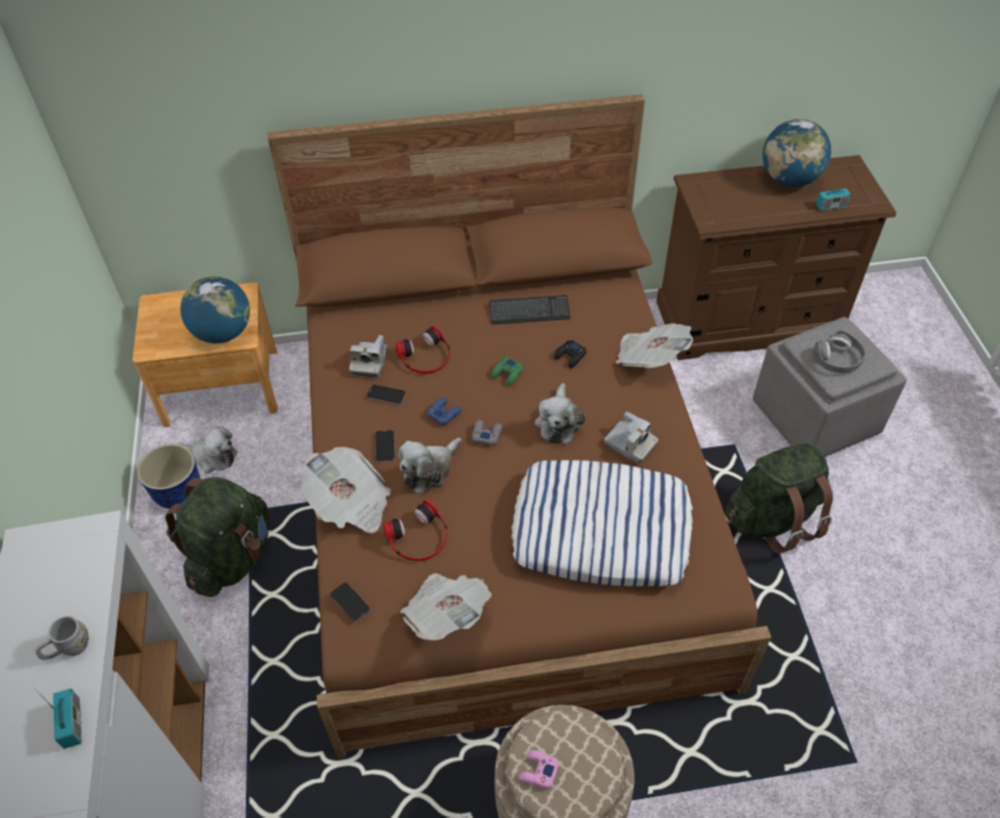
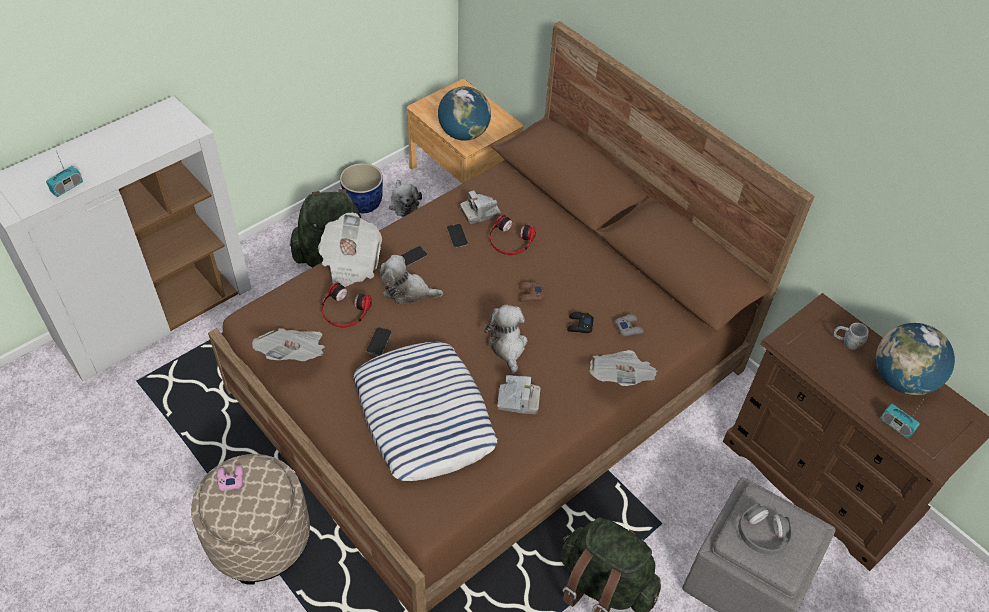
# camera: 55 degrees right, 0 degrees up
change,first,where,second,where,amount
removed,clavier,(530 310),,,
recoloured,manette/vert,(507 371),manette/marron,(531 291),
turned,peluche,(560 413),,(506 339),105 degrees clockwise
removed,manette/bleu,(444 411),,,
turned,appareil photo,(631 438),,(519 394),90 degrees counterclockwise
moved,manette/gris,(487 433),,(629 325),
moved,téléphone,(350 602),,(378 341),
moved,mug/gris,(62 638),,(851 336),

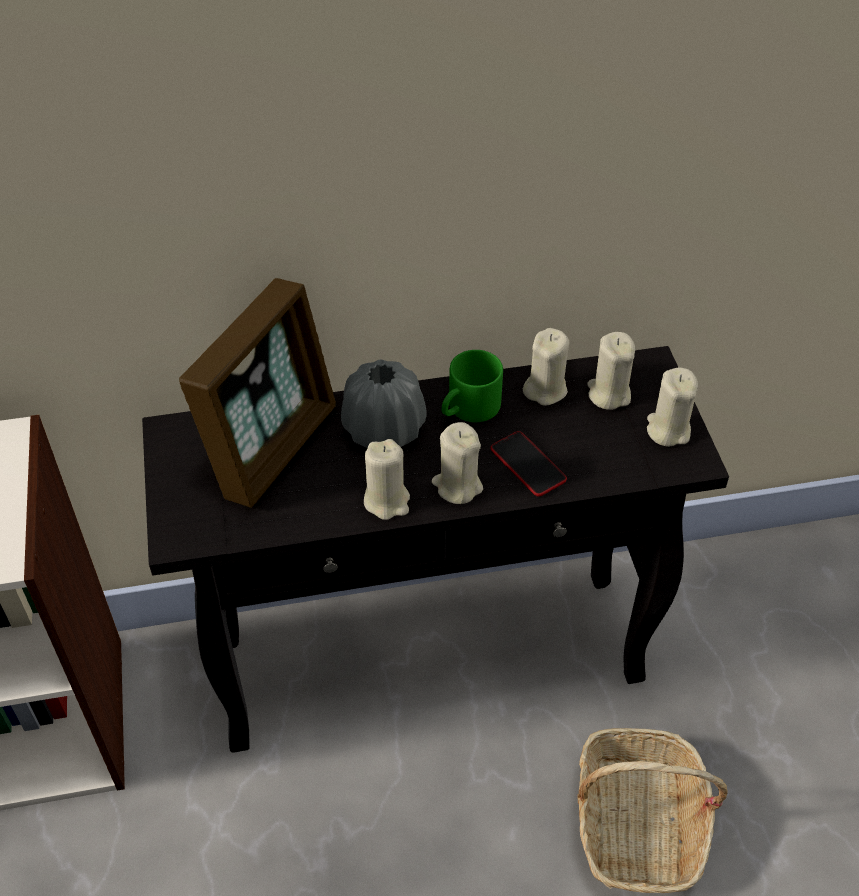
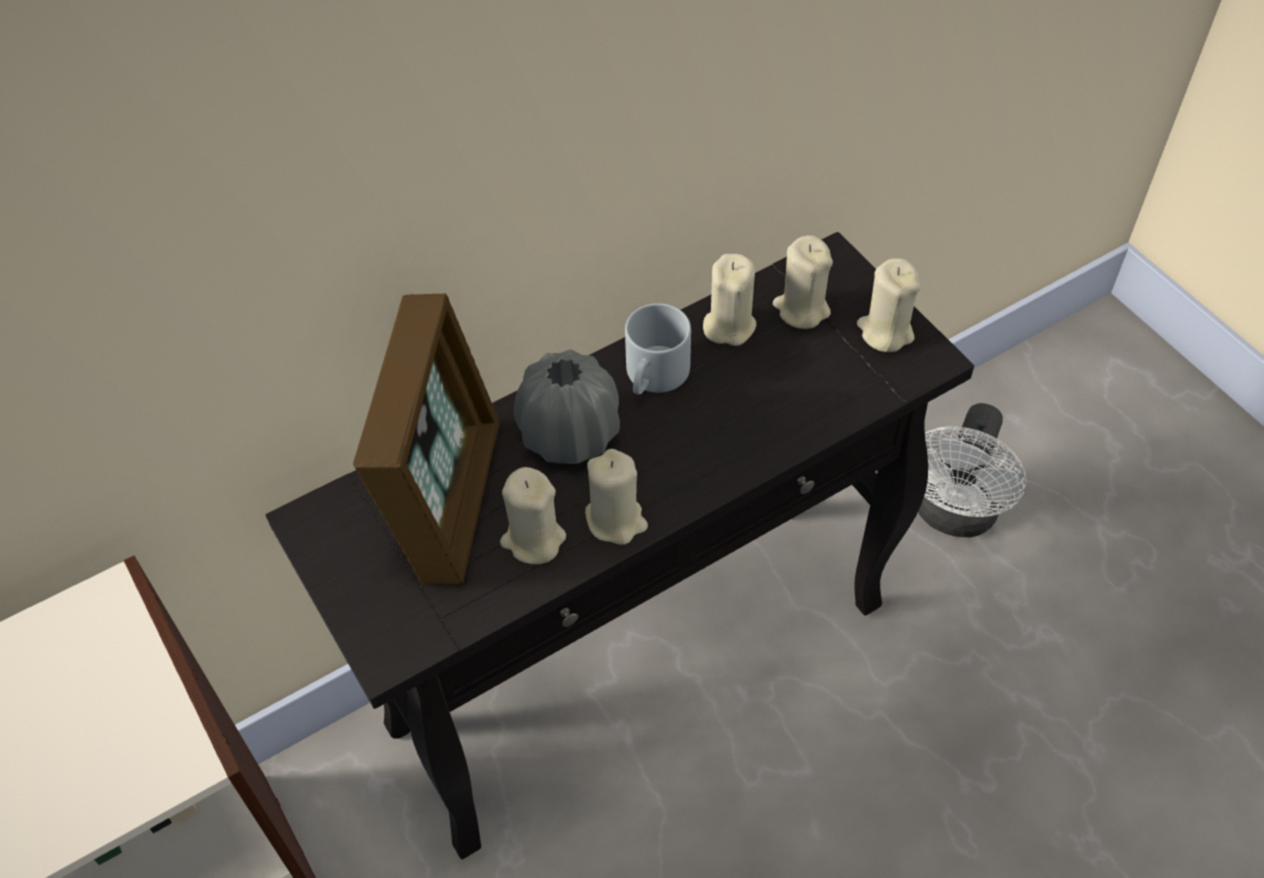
# camera: 20 degrees left, 5 degrees up
change,first,where,second,where,amount
recoloured,mug/vert,(472 386),mug/gris,(658 349),
moved,bougie/beige,(457 463),,(533 515),
removed,téléphone,(528 464),,,
removed,panier,(652 810),,,
added,,,ventilateur/blanc,(972 470),

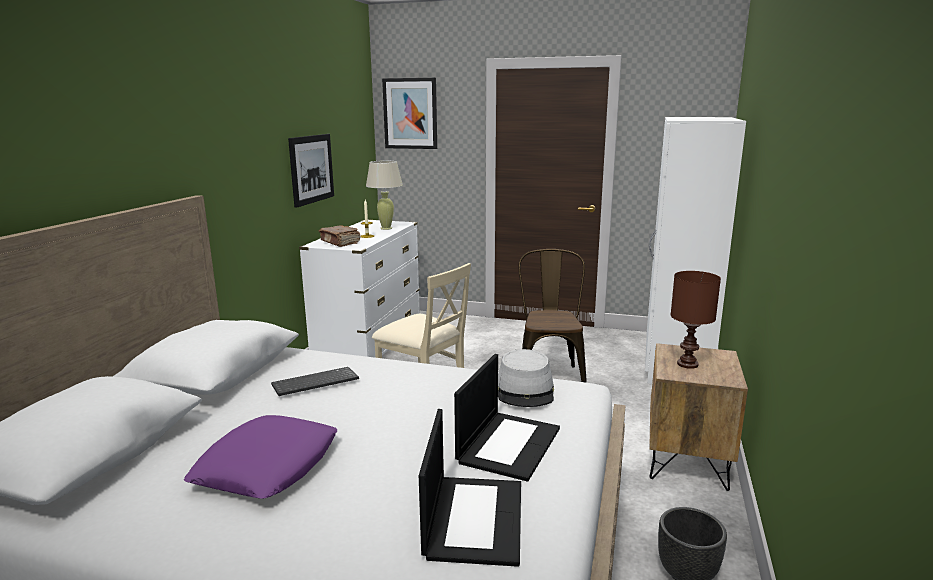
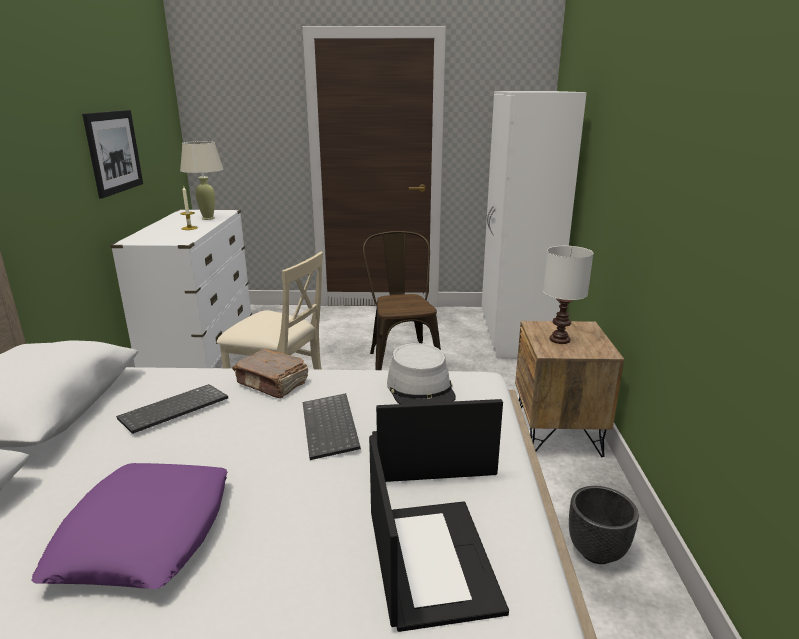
# camera: 15 degrees left, 5 degrees up
change,first,where,second,where,amount
removed,tableau,(409 113),,,
moved,livre/marron,(340 236),,(270 373),
recoloured,lampe de table/marron,(695 320),lampe de table/blanc,(568 295),
turned,ordinateur portable,(507 418),,(437 440),105 degrees counterclockwise
added,,,clavier,(332 426),

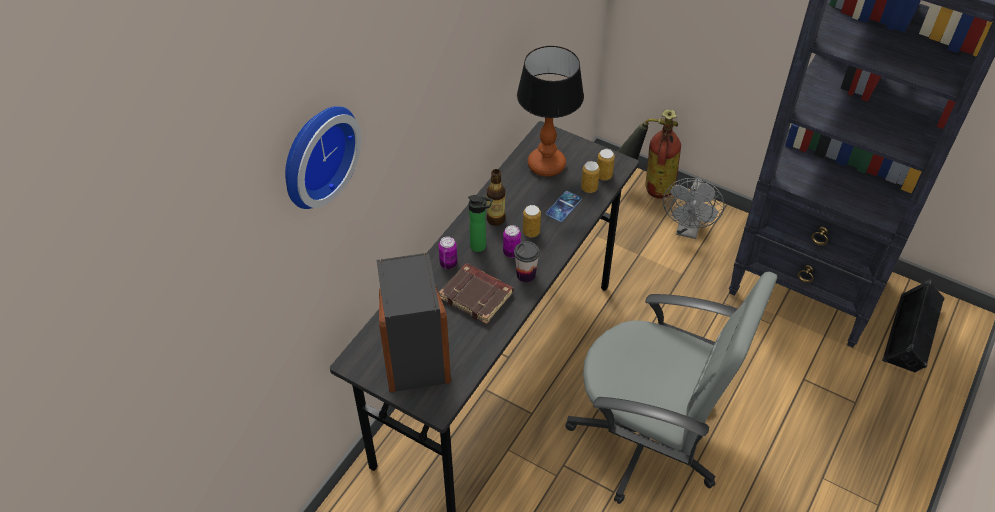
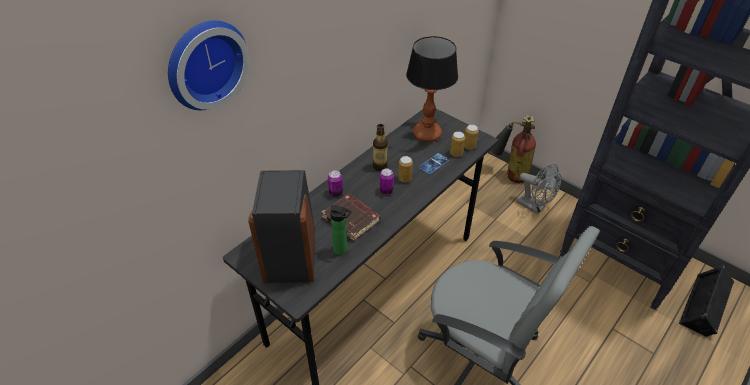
# camera: 10 degrees right, 5 degrees down
change,first,where,second,where,amount
turned,ventilateur/gris,(693 208),,(538 189),75 degrees counterclockwise
moved,bouteille,(480 223),,(340 230),
removed,tasse,(527 261),,,

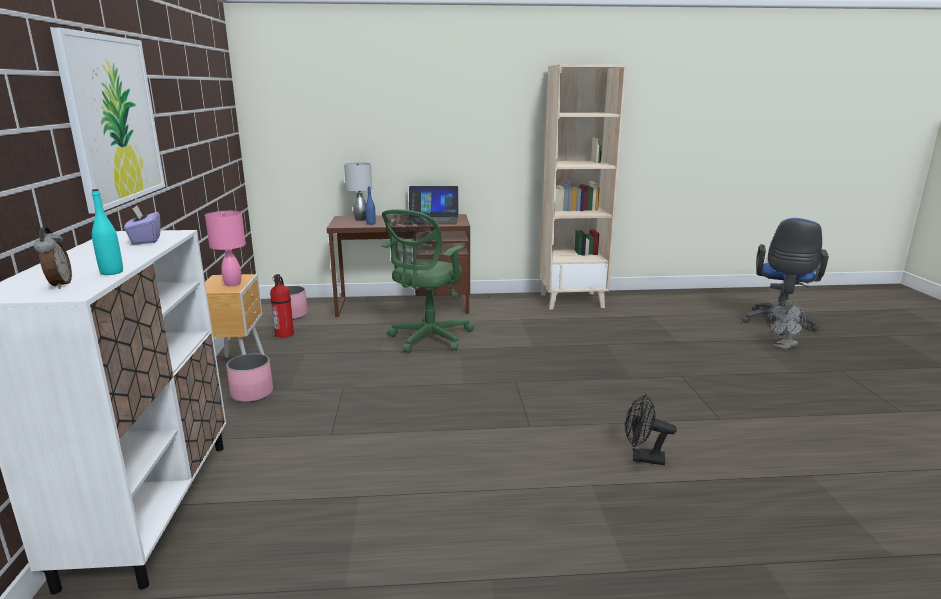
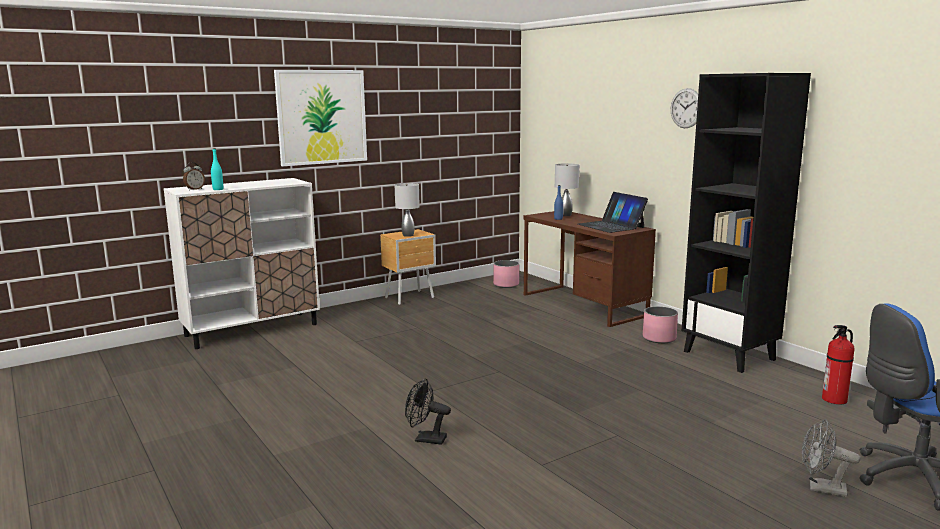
# camera: 60 degrees right, 5 degrees down
change,first,where,second,where,amount
recoloured,bibliothèque/beige,(583 186),bibliothèque/noir,(746 223),
removed,boîte à mouchoirs/violet,(142 224),,,
removed,chaise de bureau/vert,(428 281),,,
recoloured,lampe de table/rose,(225 248),lampe de table/gris,(407 210),
moved,extincteur,(282 306),,(838 364),
moved,cache-pot/rose,(249 378),,(660 324),
turned,ventilateur/noir,(651 429),,(428 411),60 degrees counterclockwise
added,,,horloge murale,(684 108),

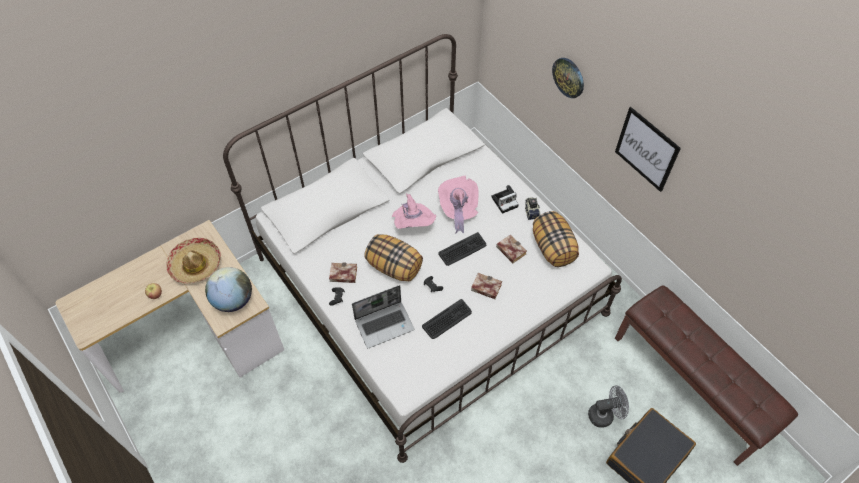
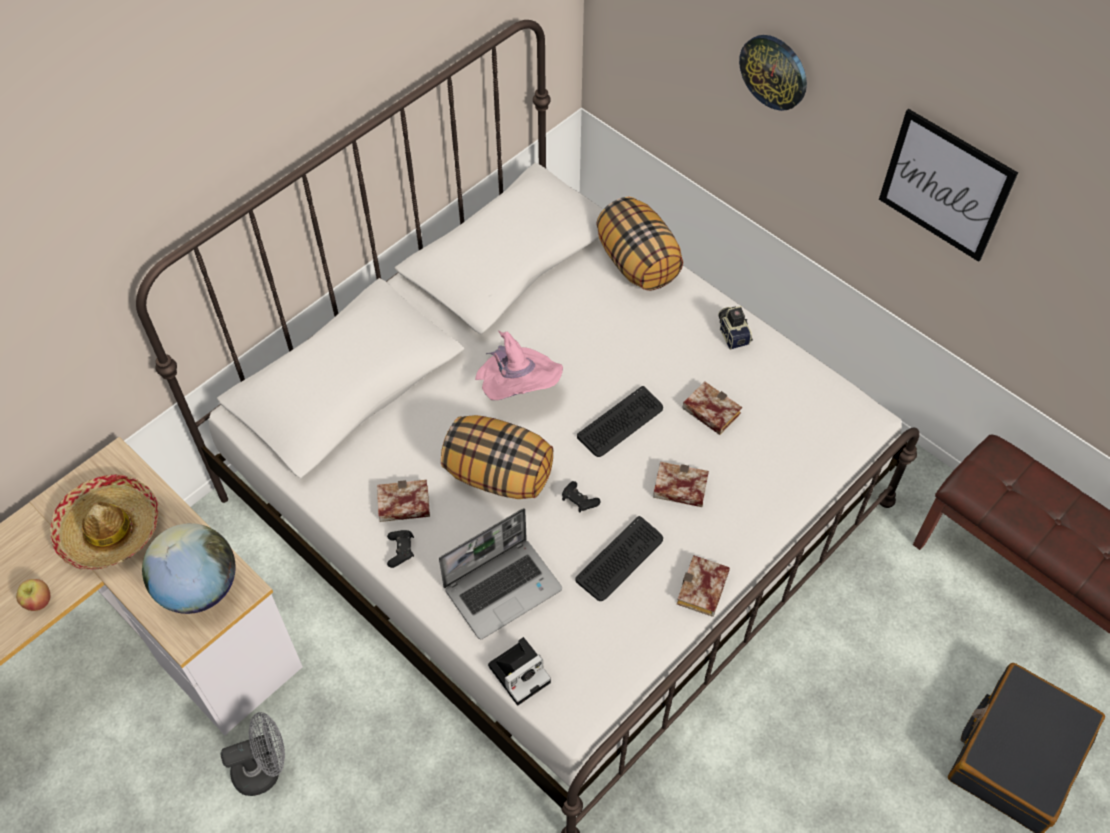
# camera: 10 degrees left, 0 degrees up
change,first,where,second,where,amount
removed,chapeau/rose,(458 205),,,
moved,appareil photo,(505 199),,(519 671),
moved,coussin,(556 239),,(639 244),
moved,ventilateur/gris,(608 406),,(252 754),
added,,,livre,(703 586),

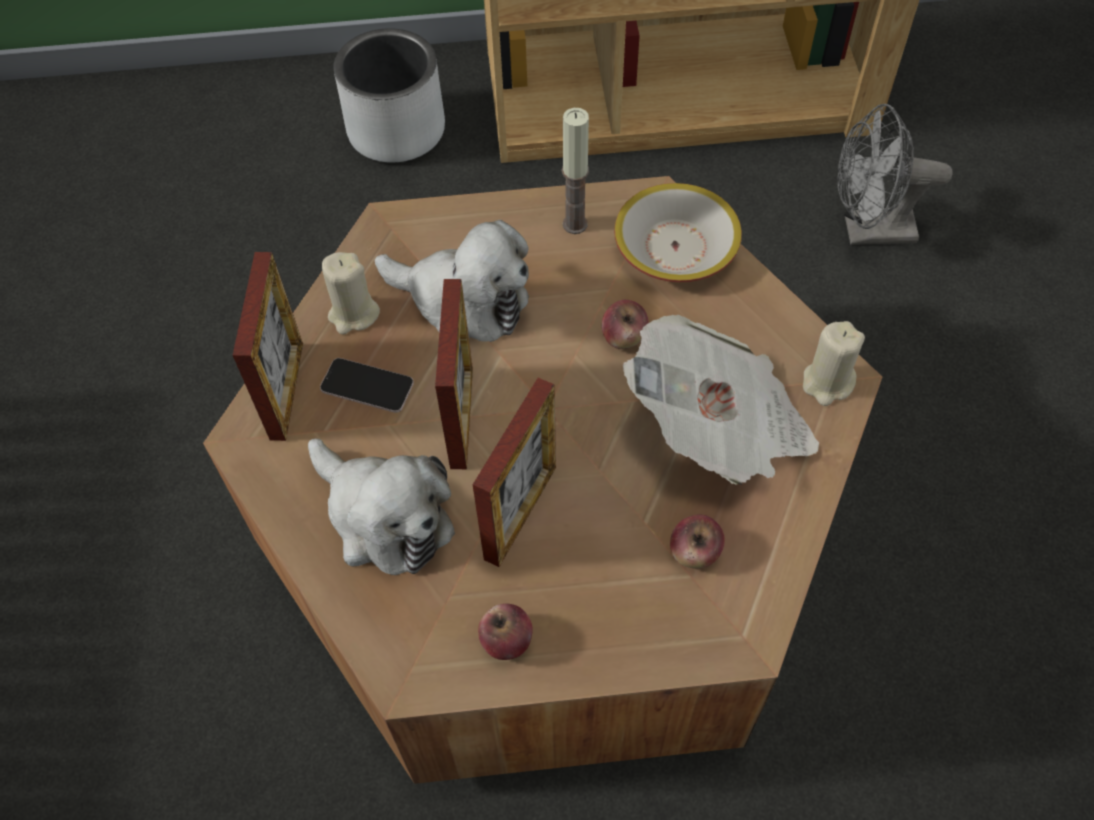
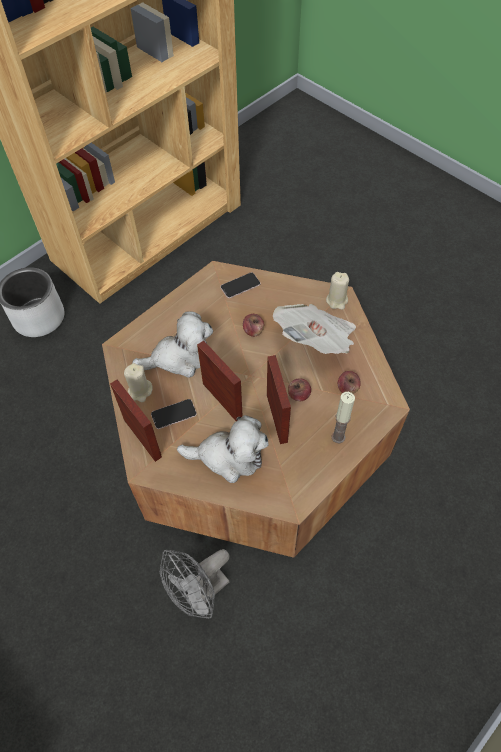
# camera: 40 degrees left, 0 degrees up
change,first,where,second,where,amount
moved,ventilateur/gris,(895 174),,(195 584),
moved,bougie,(575 171),,(343 417),
replaced,bol,(678 232),téléphone,(240 285),
moved,pomme,(505 631),,(299 389),

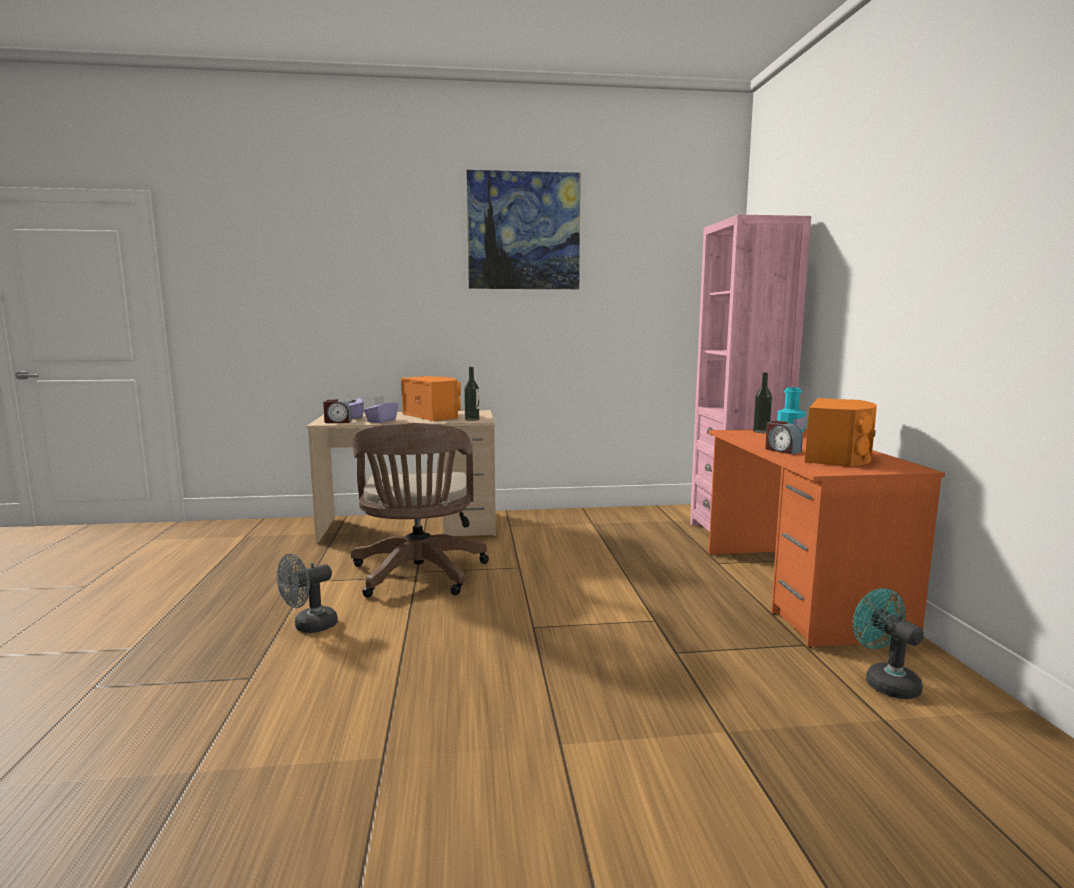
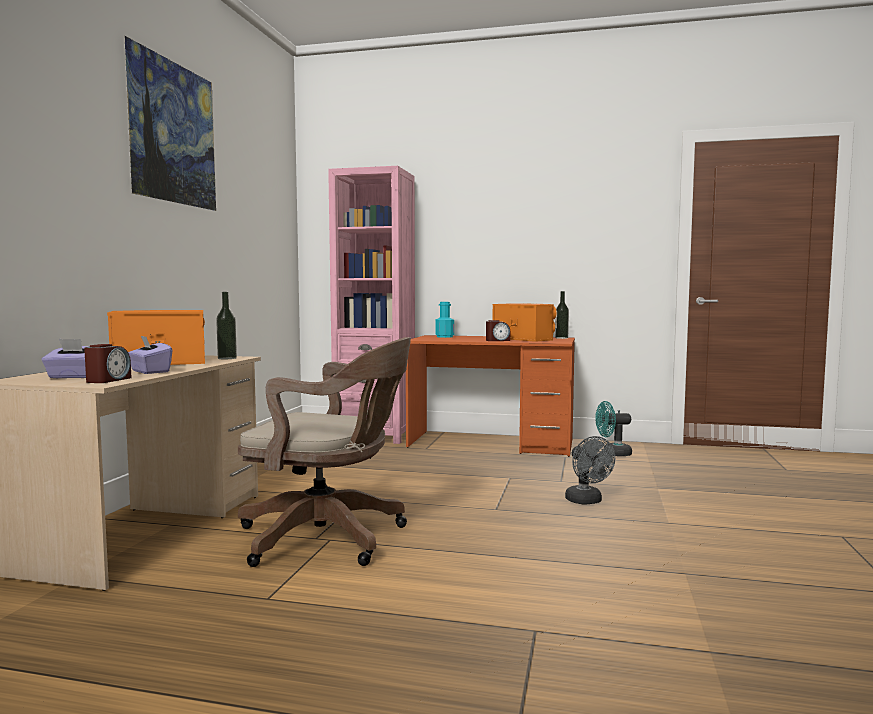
# camera: 70 degrees left, 5 degrees down
change,first,where,second,where,amount
moved,bouteille,(762 402),,(562 315),
moved,ventilateur/gris,(307 593),,(590 470),

